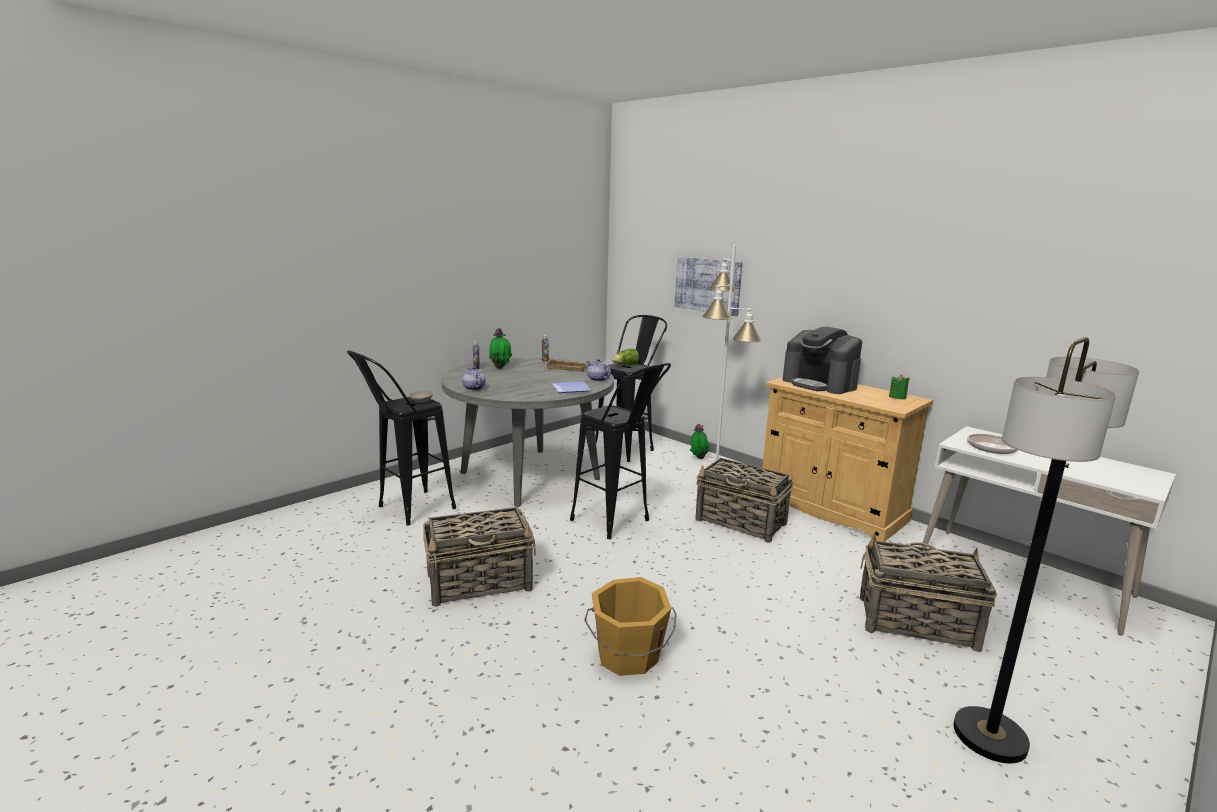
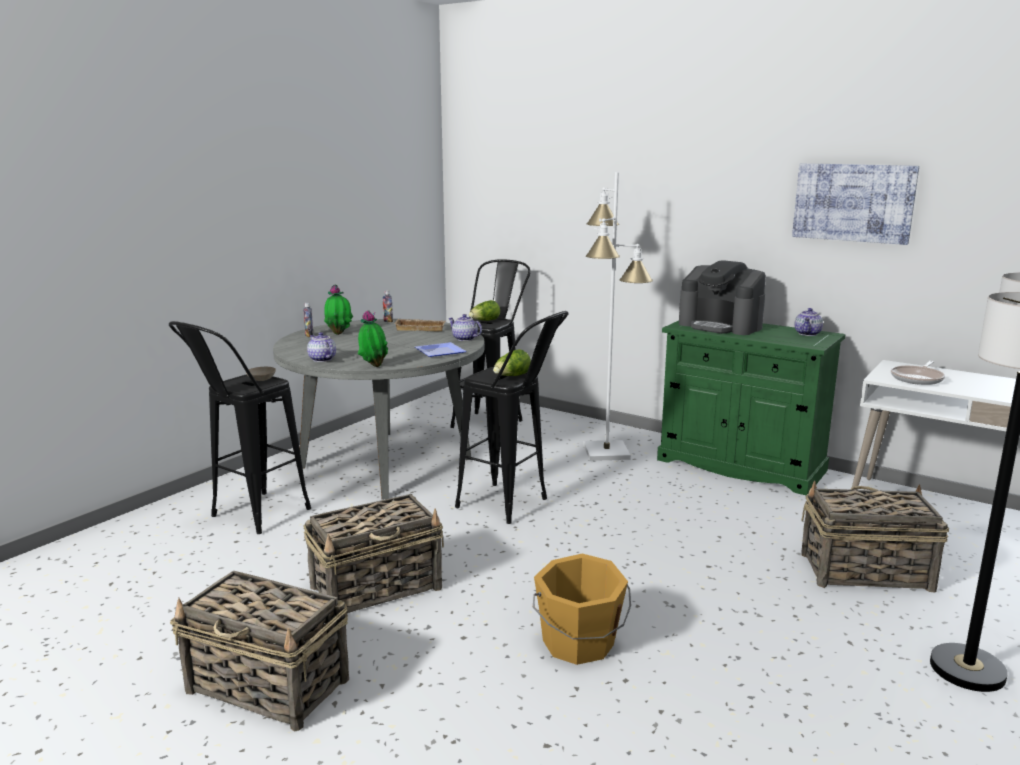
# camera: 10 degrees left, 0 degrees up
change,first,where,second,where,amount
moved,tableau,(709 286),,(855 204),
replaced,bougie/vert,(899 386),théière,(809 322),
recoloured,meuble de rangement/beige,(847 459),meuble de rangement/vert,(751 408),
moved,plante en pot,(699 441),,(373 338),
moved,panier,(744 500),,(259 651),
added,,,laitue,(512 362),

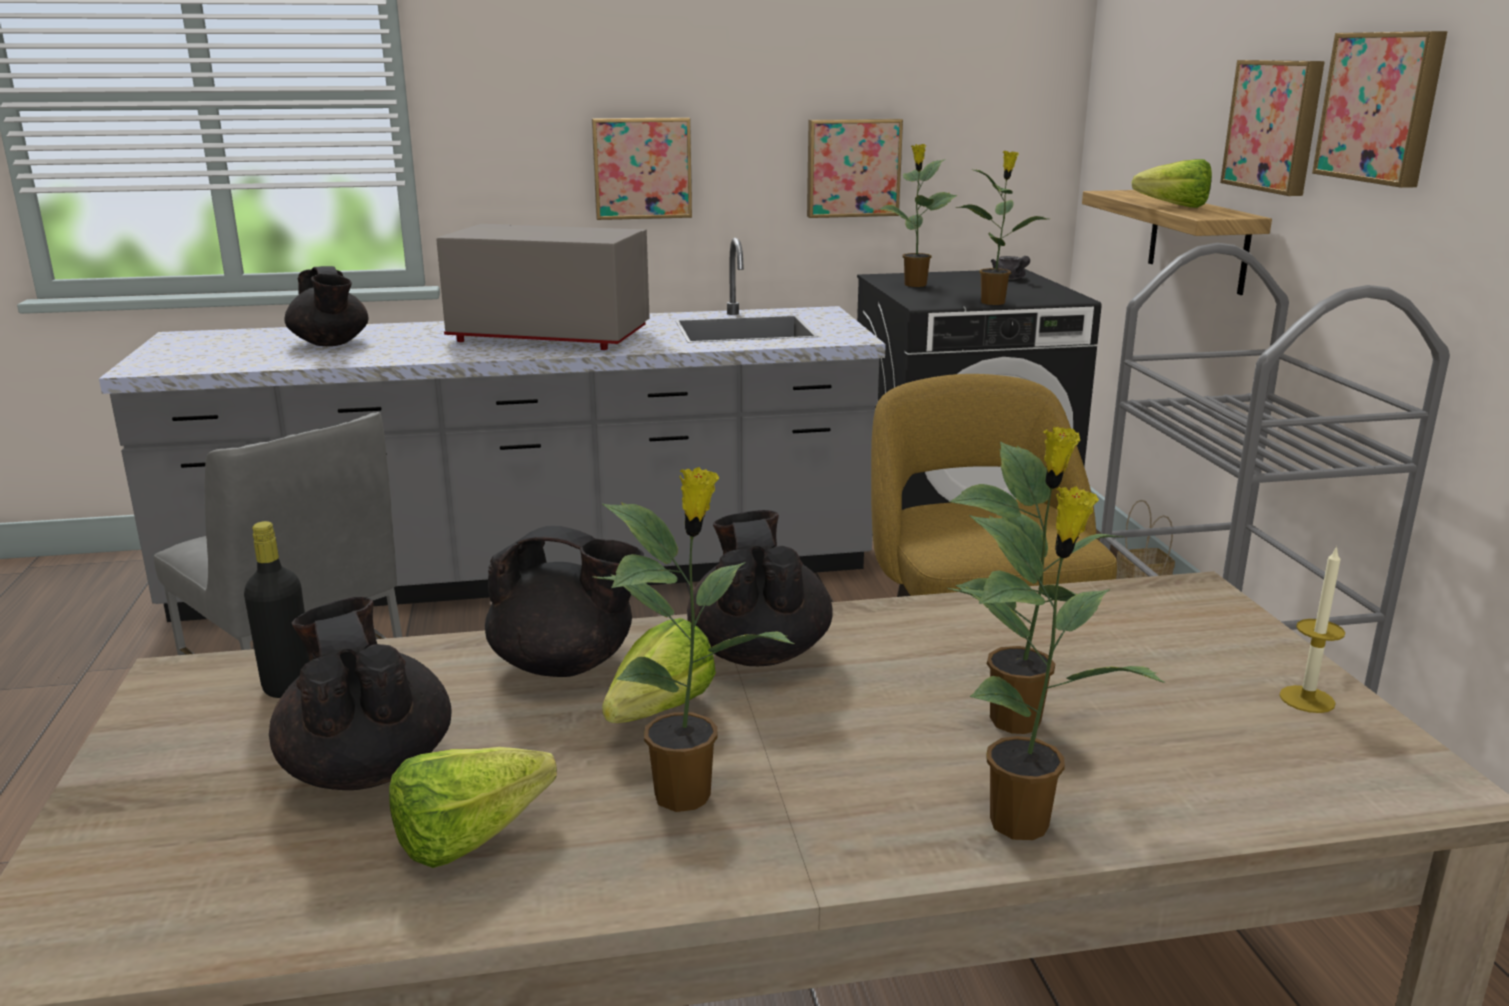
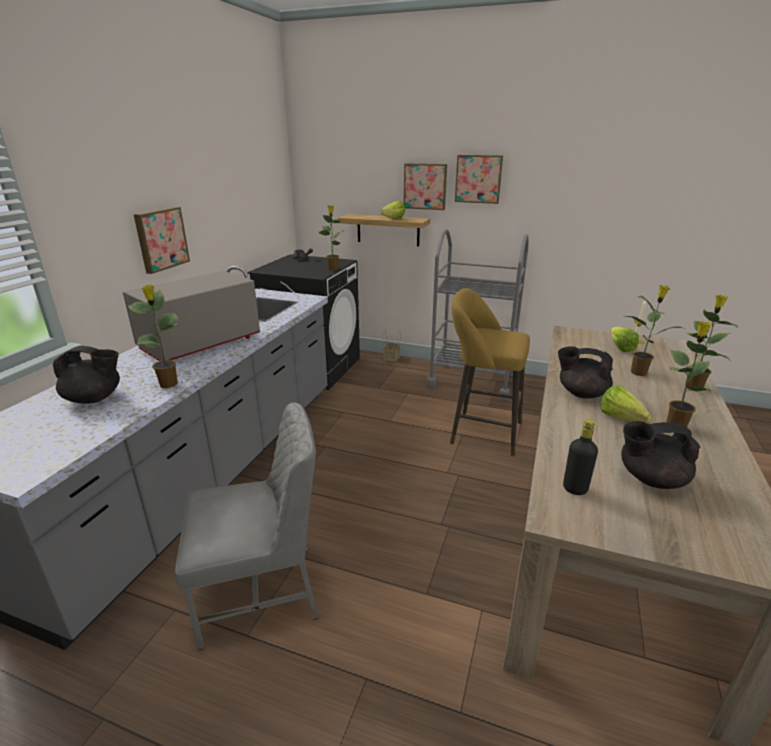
# camera: 60 degrees left, 5 degrees up
change,first,where,second,where,amount
removed,tableau,(855 168),,,
moved,plante en pot,(918 215),,(153 336),
removed,théière/noir,(564 601),,,
moved,laitue,(473 807),,(624 339),

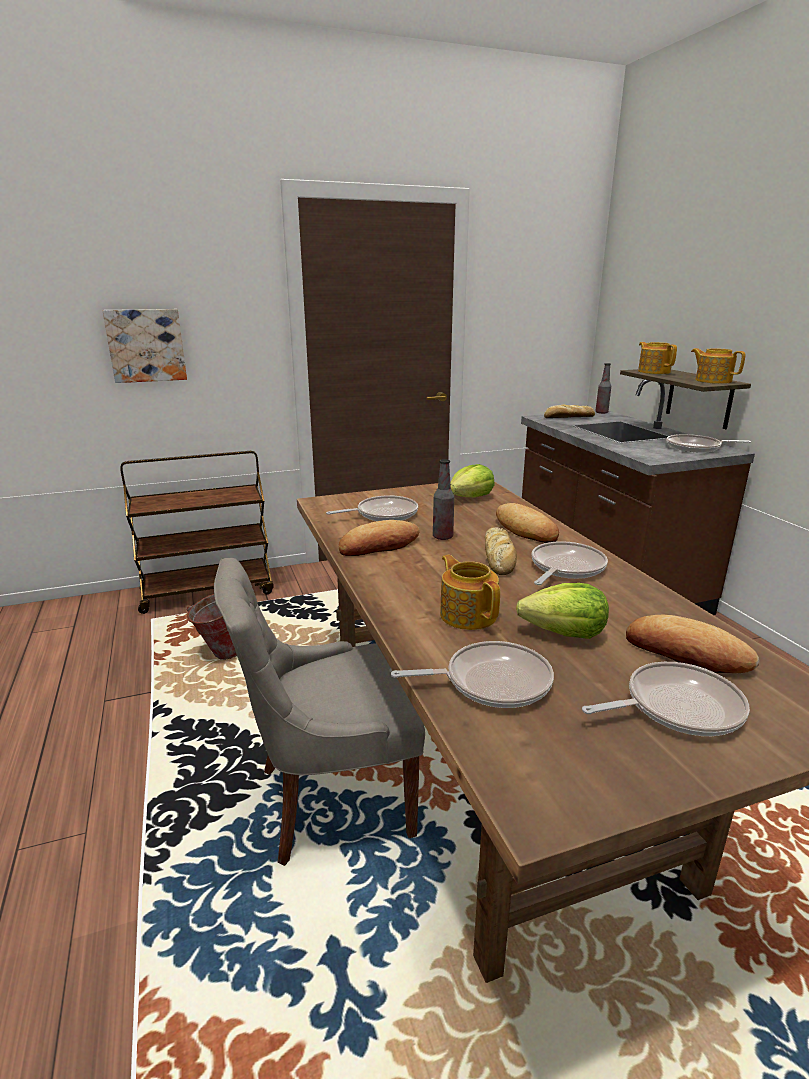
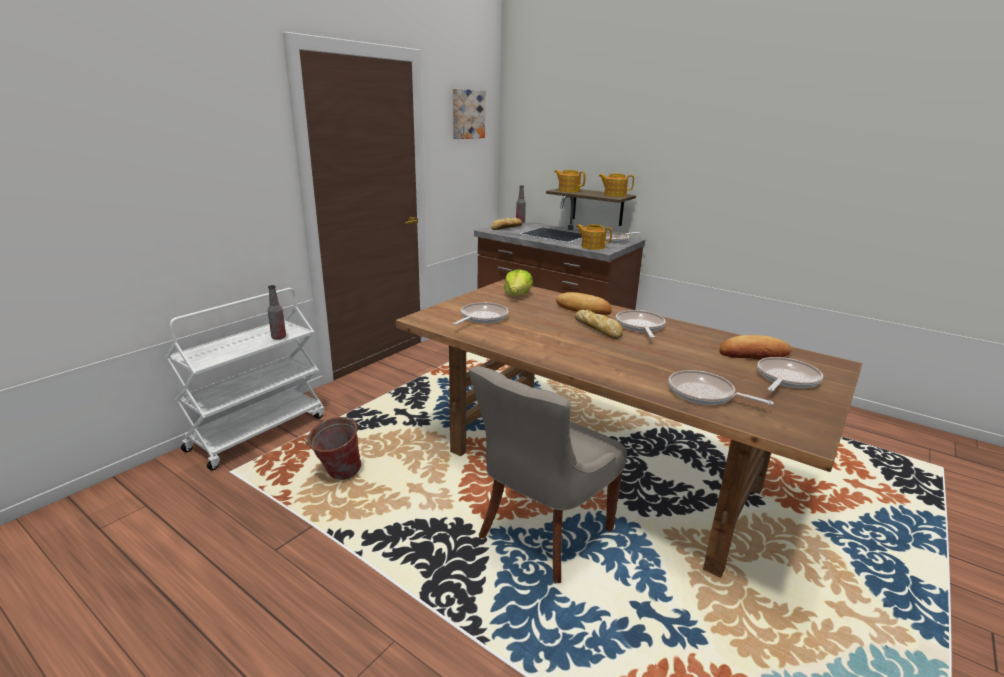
# camera: 35 degrees left, 0 degrees up
change,first,where,second,where,amount
moved,tableau,(145 346),,(469 114),
recoloured,chariot/marron,(196 532),chariot/blanc,(244 379),
moved,bouteille,(443 499),,(277 312),
removed,pain,(379 538),,,
moved,théière,(470 592),,(594 237),
removed,laitue,(562 611),,,
turned,poêle,(472 674),,(721 387),105 degrees counterclockwise

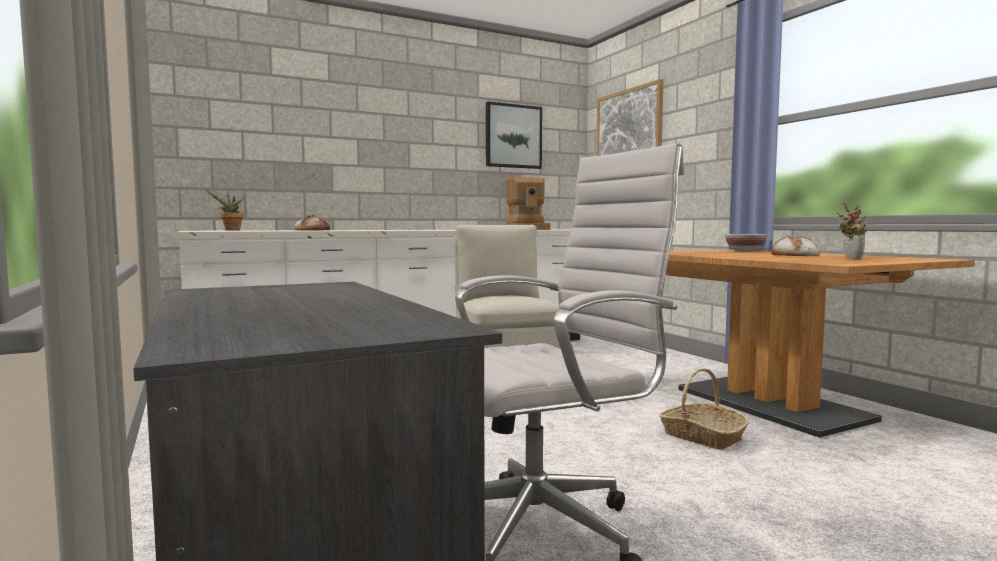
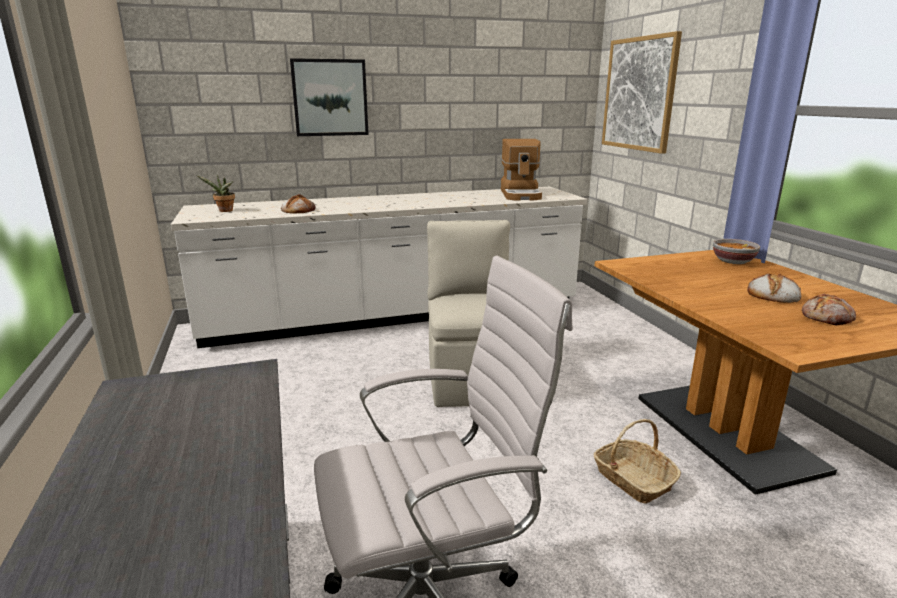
# camera: 10 degrees right, 15 degrees up
change,first,where,second,where,amount
moved,tableau,(514 135),,(329 97),
replaced,plante en pot,(852 231),pain,(829 309),

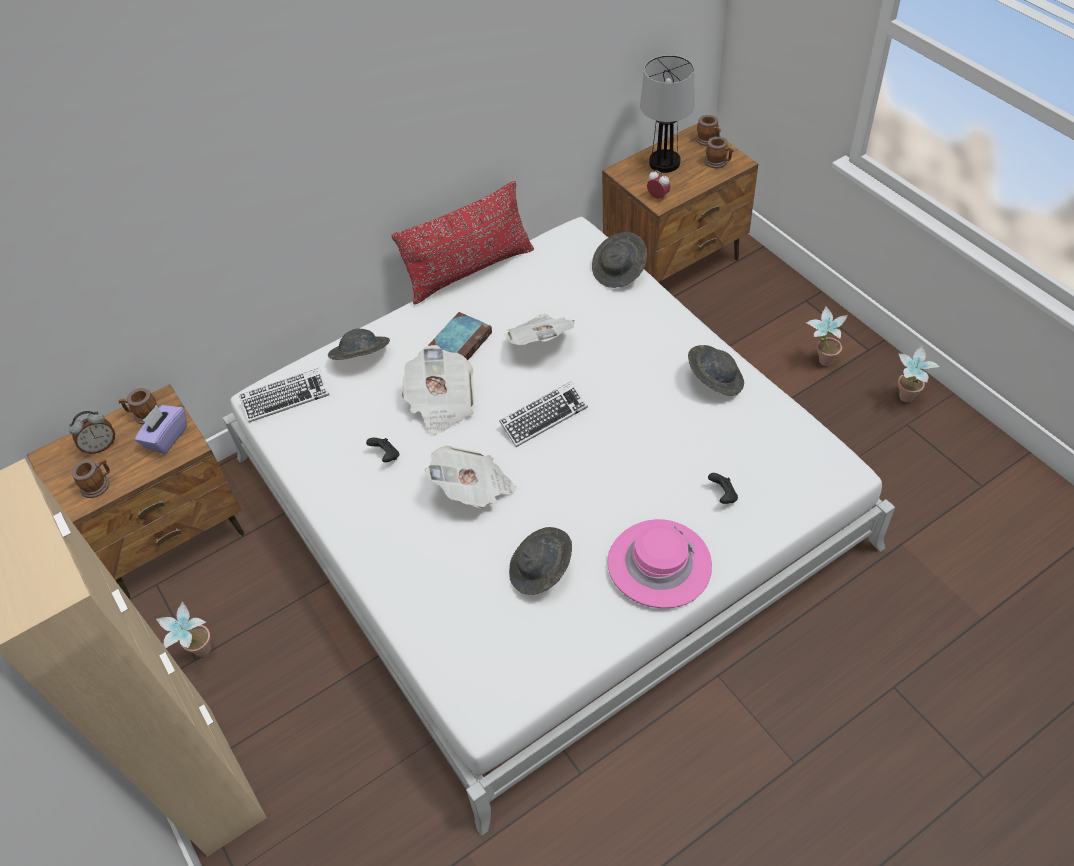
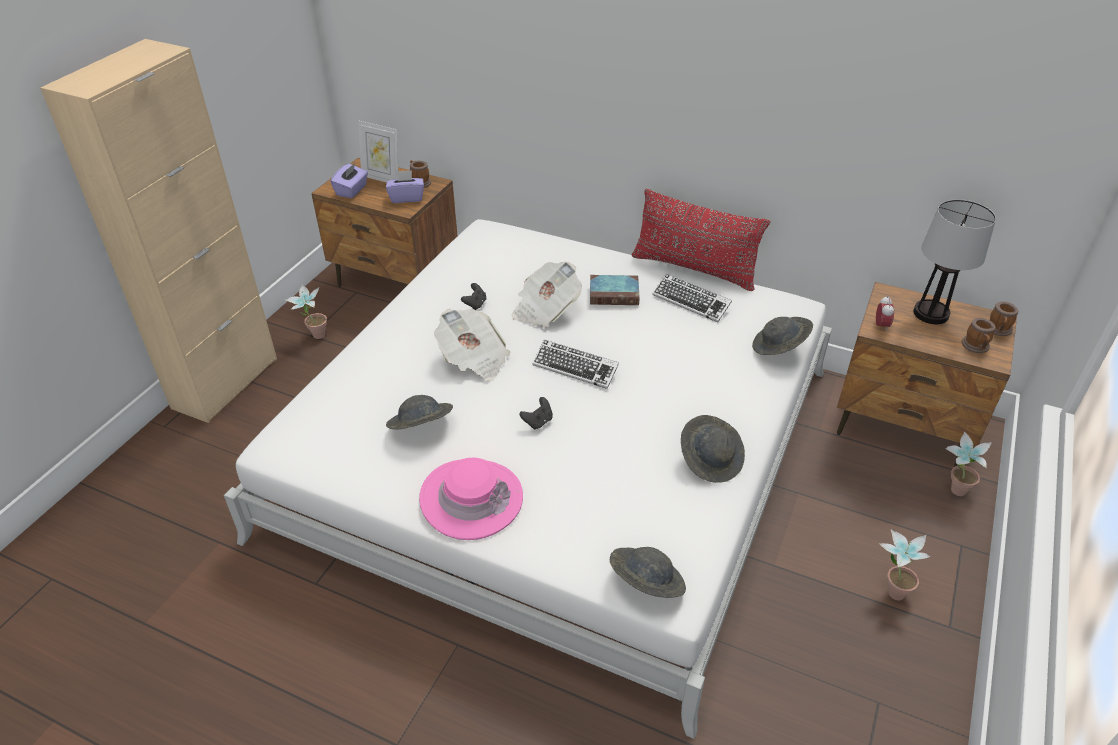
# camera: 55 degrees right, 10 degrees down
change,first,where,second,where,amount
removed,journal,(540 329),,,
moved,chapeau/gris,(359 344),,(648 572),
moved,plante en pot,(919 373),,(968 463),
moved,clavier,(284 395),,(692 298),
replaced,réveil,(92 432),cadre photo,(378 151),
replaced,mug,(91 478),boîte à mouchoirs/violet,(349 180),
moved,manette/noir,(723 488),,(536 413),

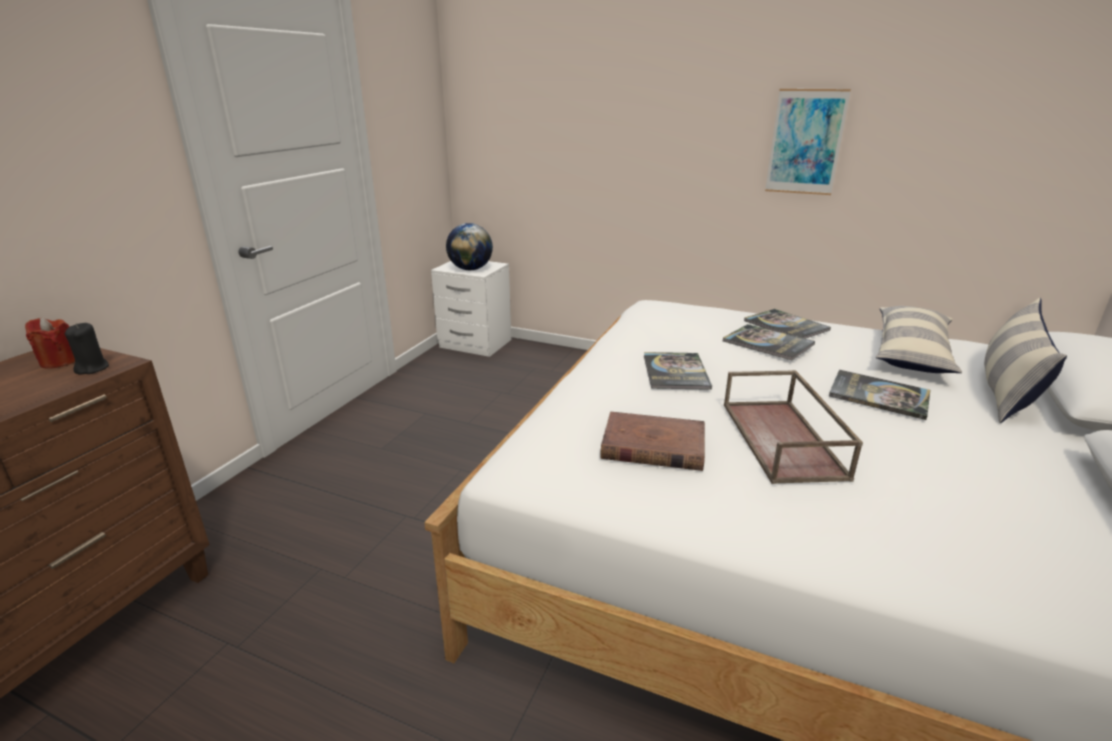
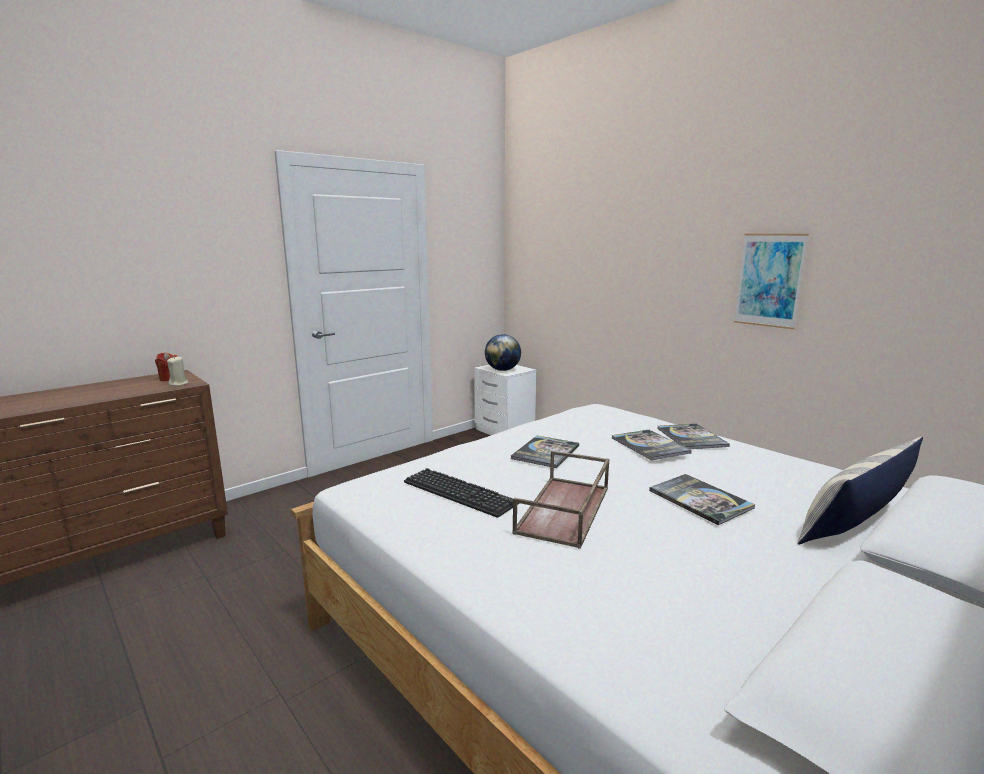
# camera: 25 degrees right, 10 degrees down
change,first,where,second,where,amount
removed,coussin,(919 339),,,
recoloured,bougie/noir,(87 348),bougie/beige,(177 371),
replaced,livre/marron,(652 441),clavier,(461 493),

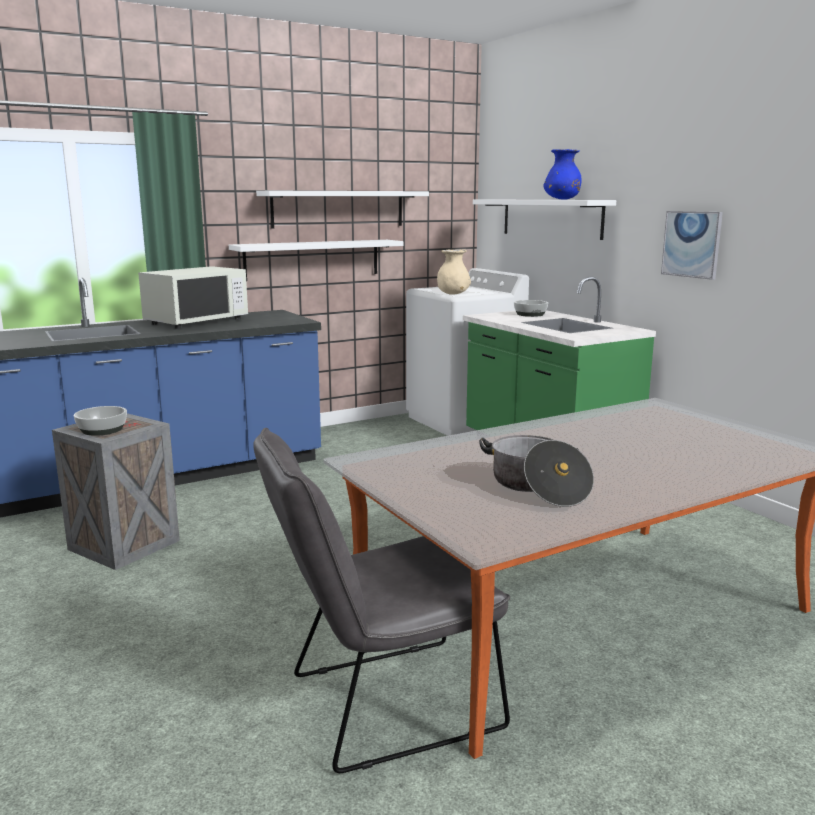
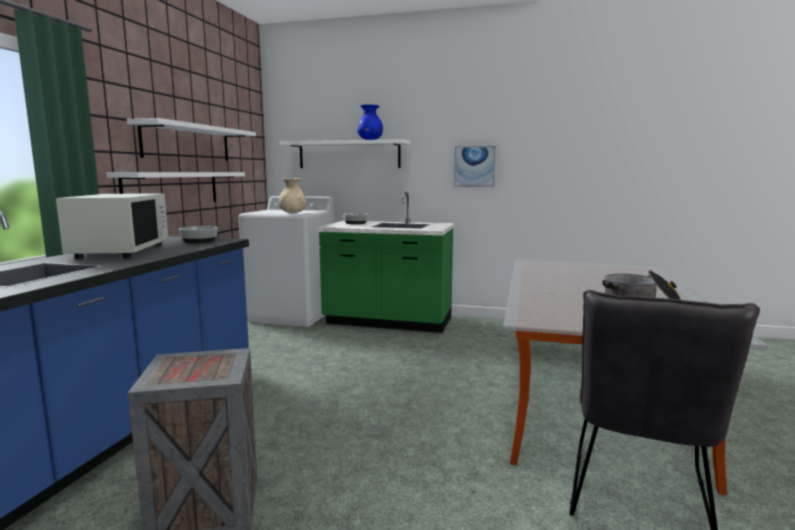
# camera: 45 degrees left, 5 degrees down
change,first,where,second,where,amount
moved,bol,(100 421),,(198 234),

